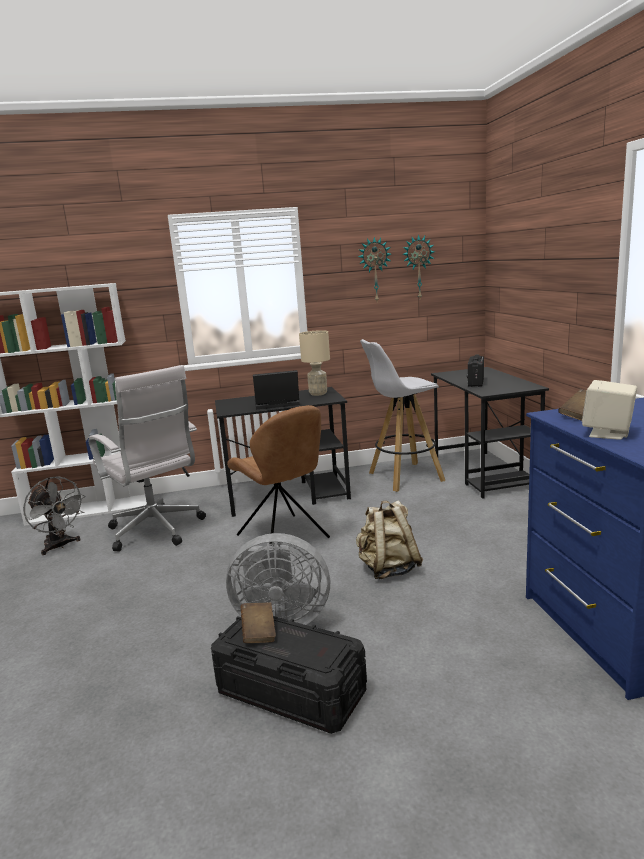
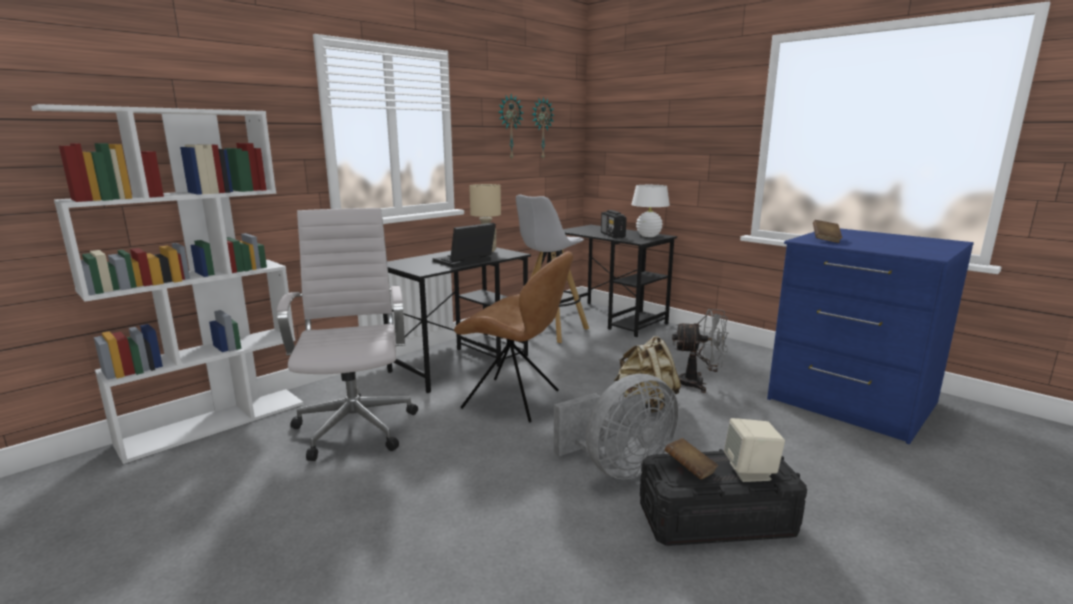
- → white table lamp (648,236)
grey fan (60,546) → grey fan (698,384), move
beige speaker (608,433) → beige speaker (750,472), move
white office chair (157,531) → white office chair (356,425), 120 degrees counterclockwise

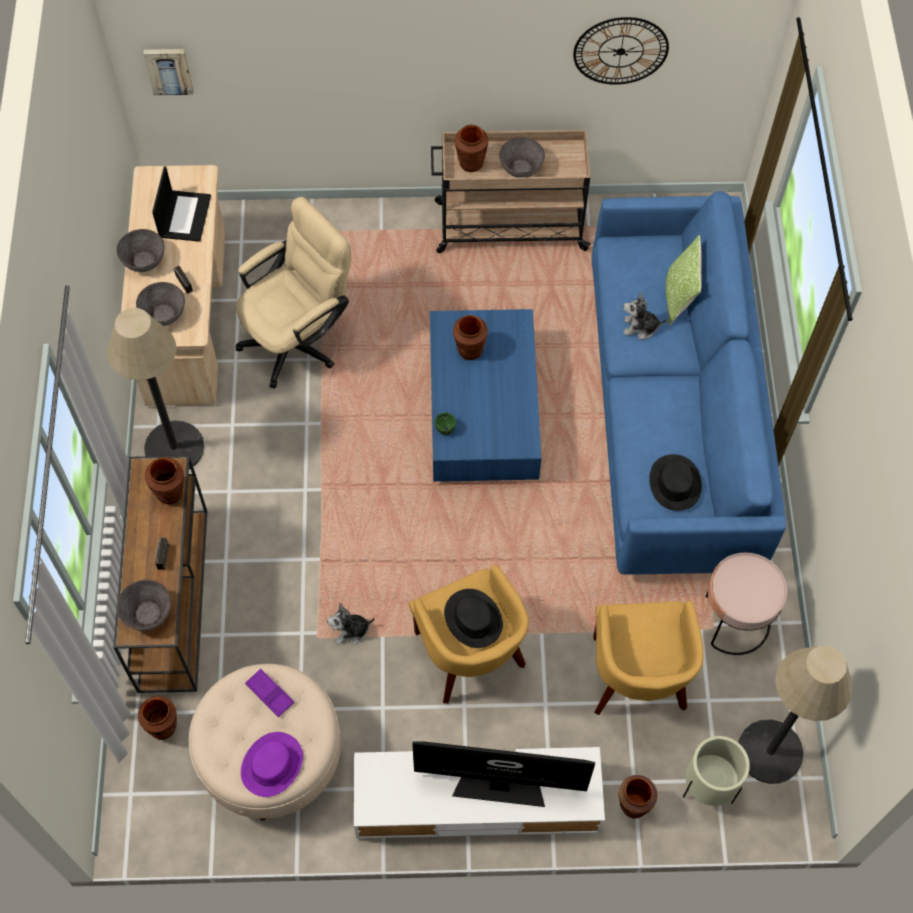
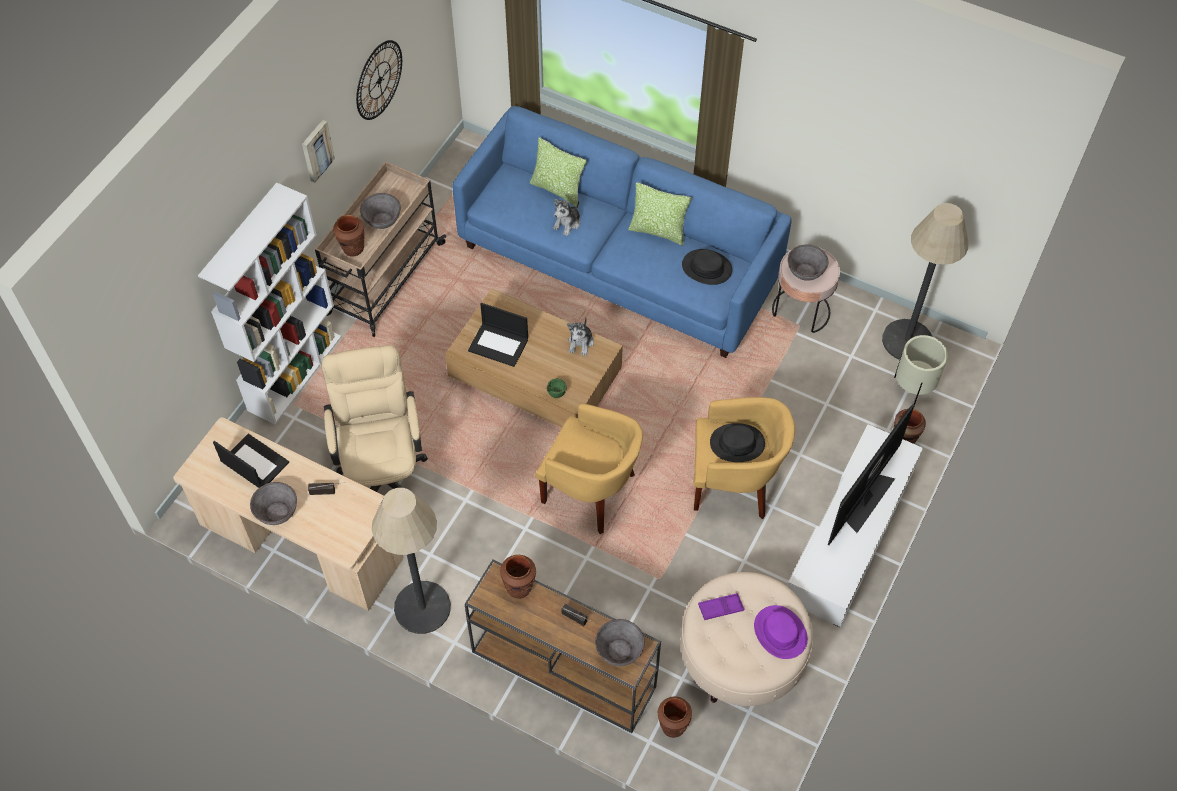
- → white bookcase (295,372)
- → pillow (658,231)
grey bowl (163,314) → grey bowl (805,271), move
picture (169,70) → picture (316,150), move
plush toy (350,631) → plush toy (581,343), move
yellow armchair (636,678) → yellow armchair (591,492), move
brown vase (469,350) → laptop (499,344)
blue coffee table (483,410) → brown coffee table (535,376)

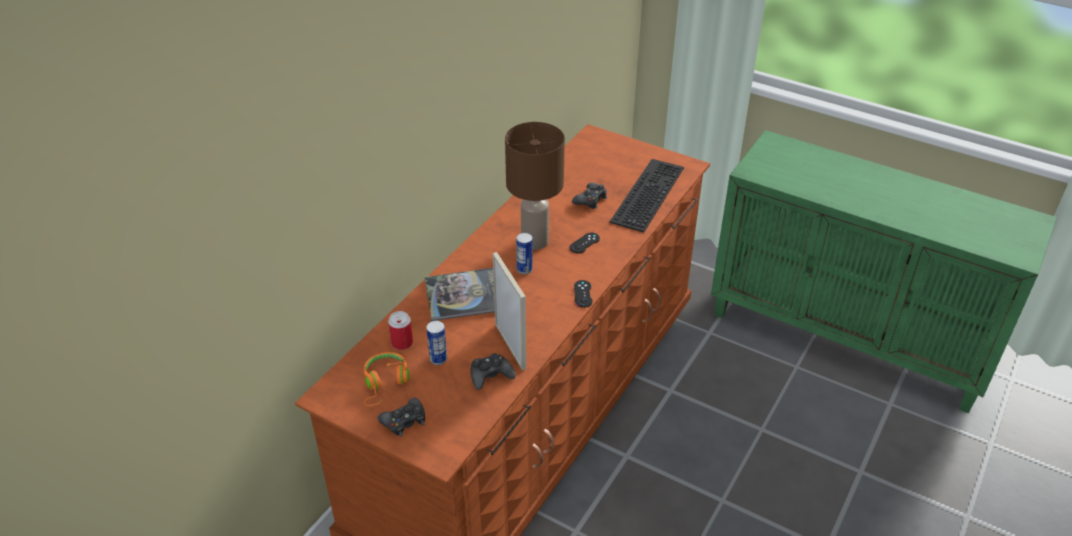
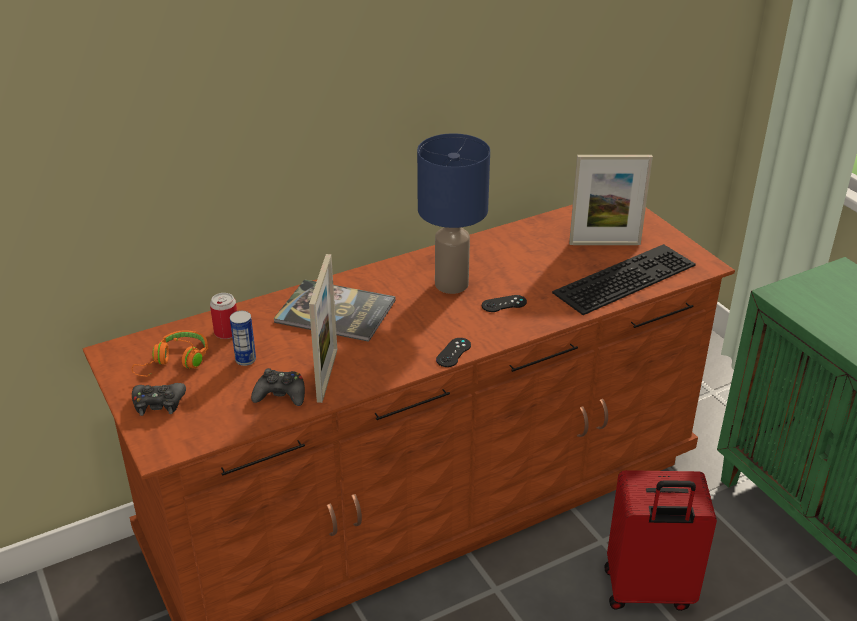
can (524,269) → -
black game controller (590,200) → -
- → picture frame (604,243)
- → red suitcase (648,591)
brown table lamp (535,240) → blue table lamp (452,284)

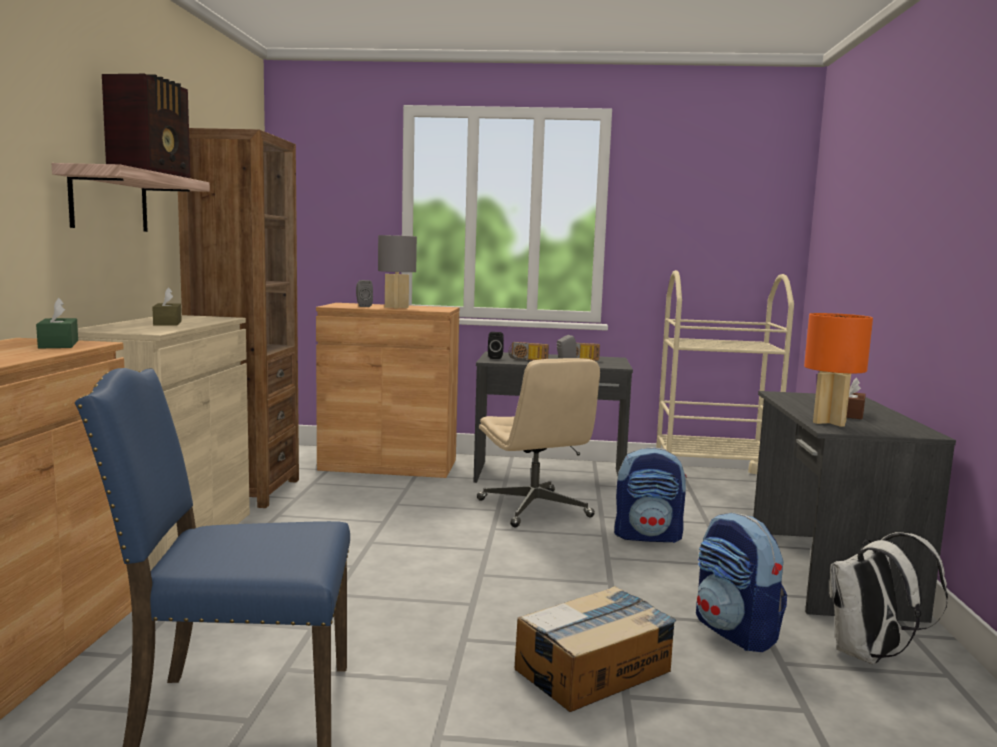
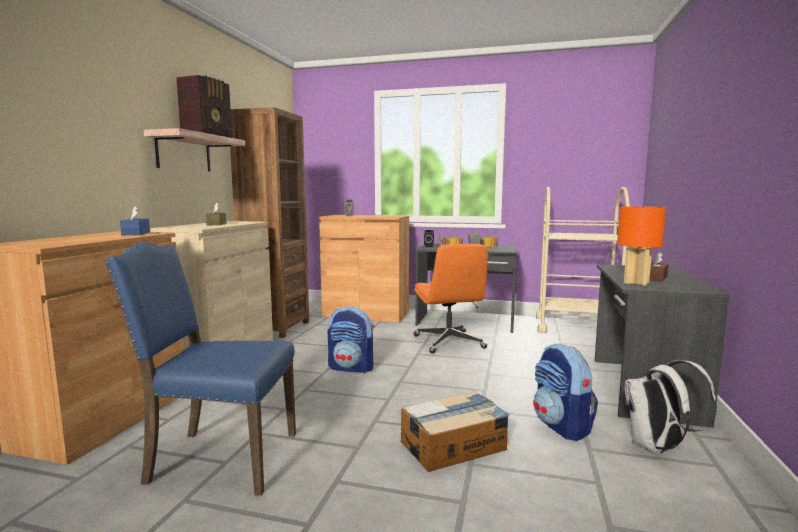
grey table lamp (396,307) → -
backpack (648,536) → backpack (352,368), move
green tissue box (58,344) → blue tissue box (136,233)
beige office chair (535,509) → orange office chair (449,342)

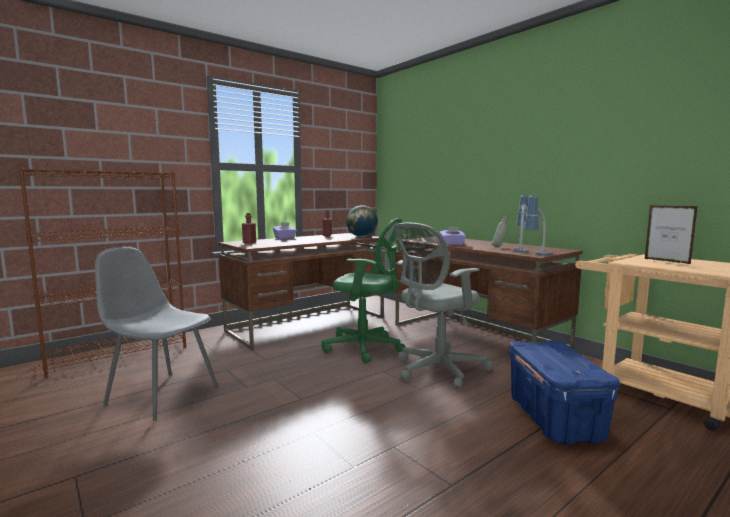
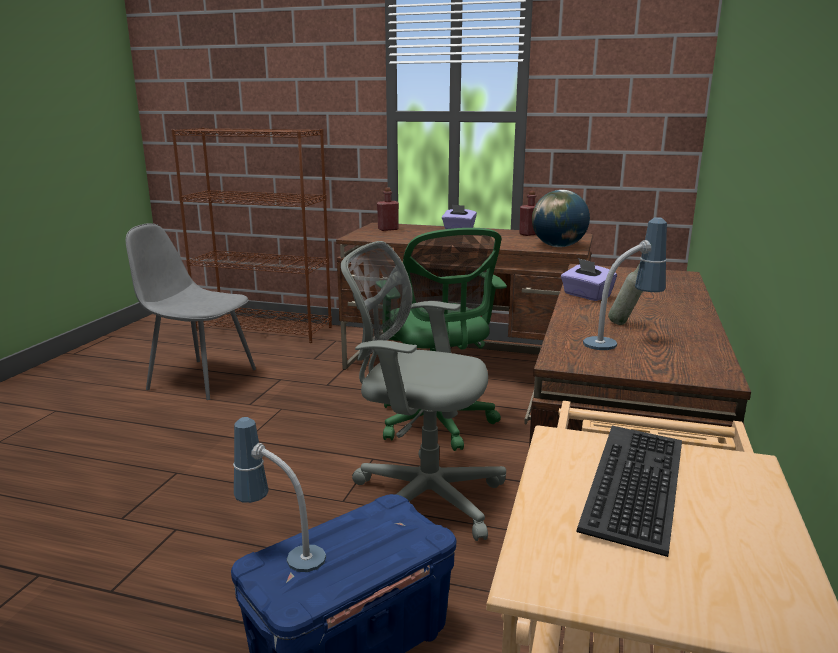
table lamp (536,254) → table lamp (282,554), move
picture frame (666,261) → keyboard (637,484)
grey chair (161,394) → grey chair (200,379), 60 degrees counterclockwise

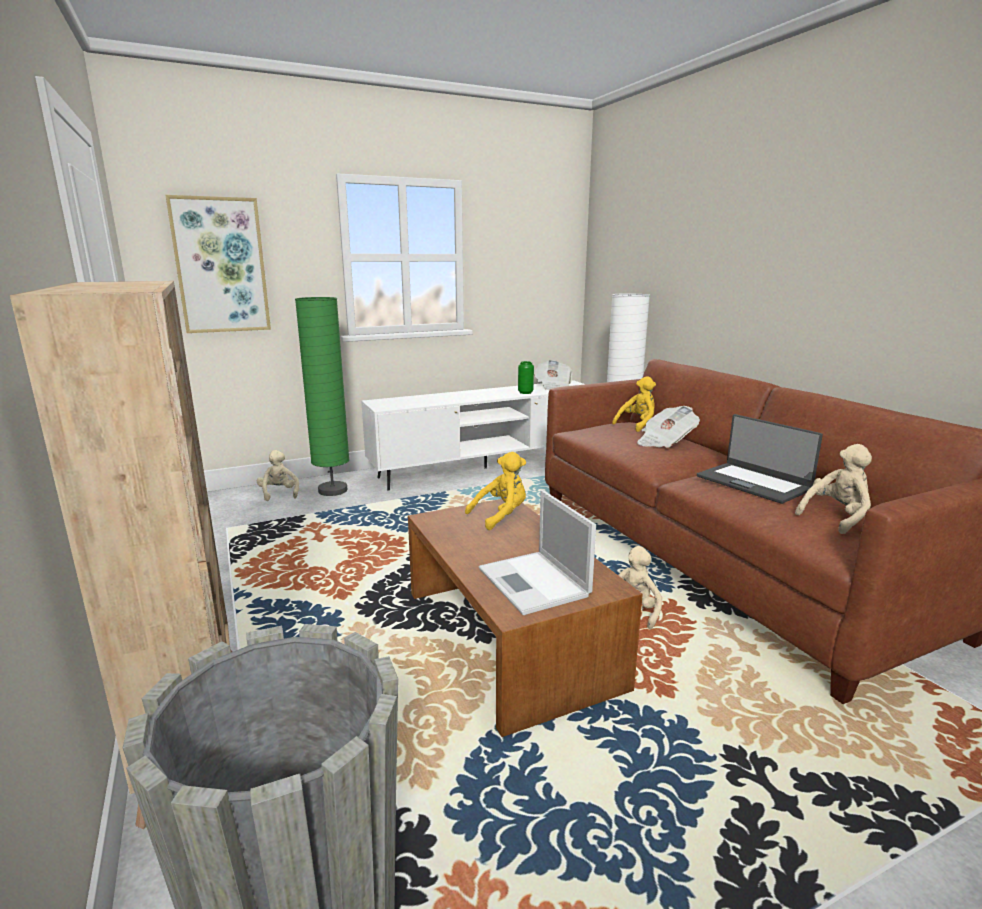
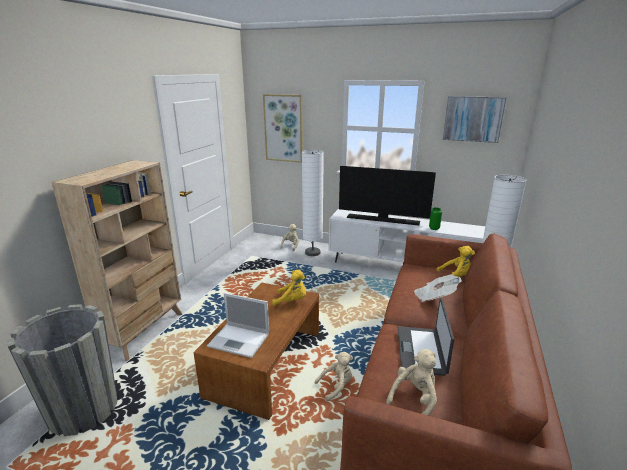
newspaper (553,386) → -
- → television (383,219)
- → picture (473,119)
green floor lamp (332,490) → white floor lamp (312,253)
laptop (535,583) → laptop (240,340), 90 degrees counterclockwise
beige plush toy (836,517) → beige plush toy (414,399), 60 degrees counterclockwise

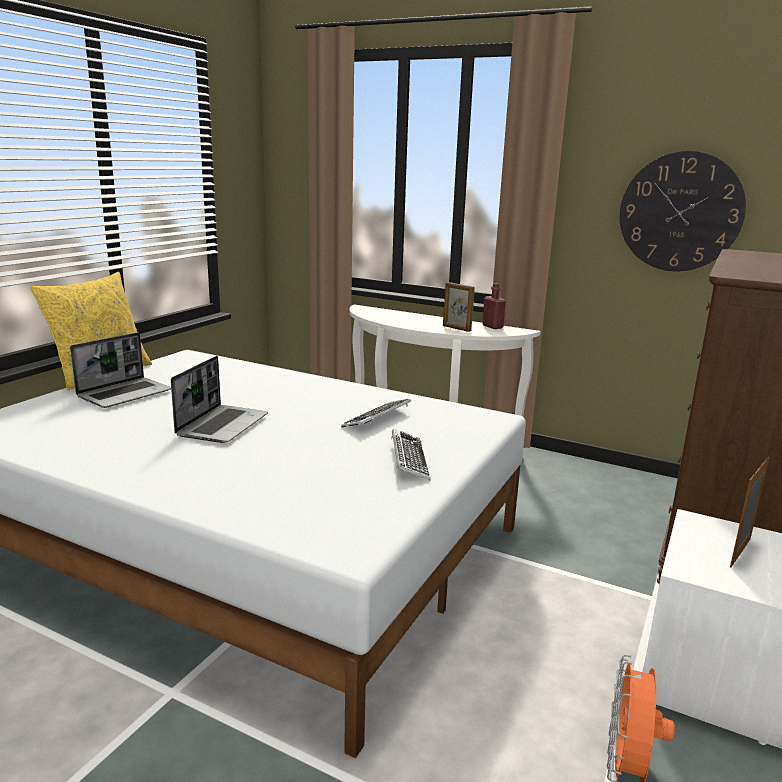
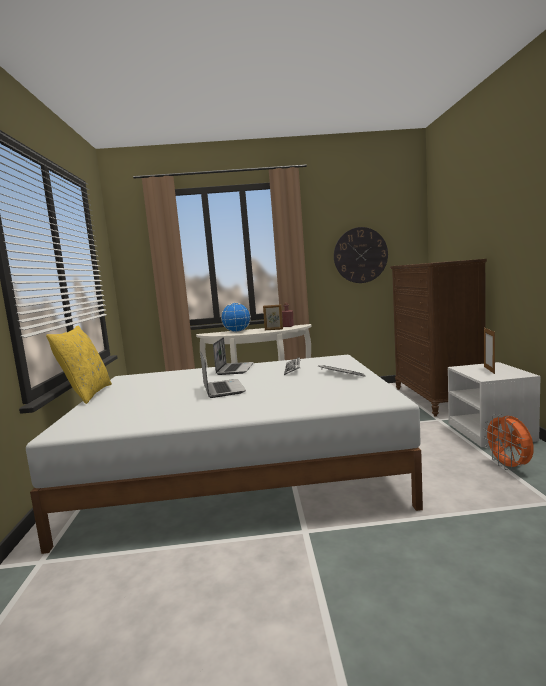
- → globe (237,332)
laptop (125,394) → laptop (234,369), move

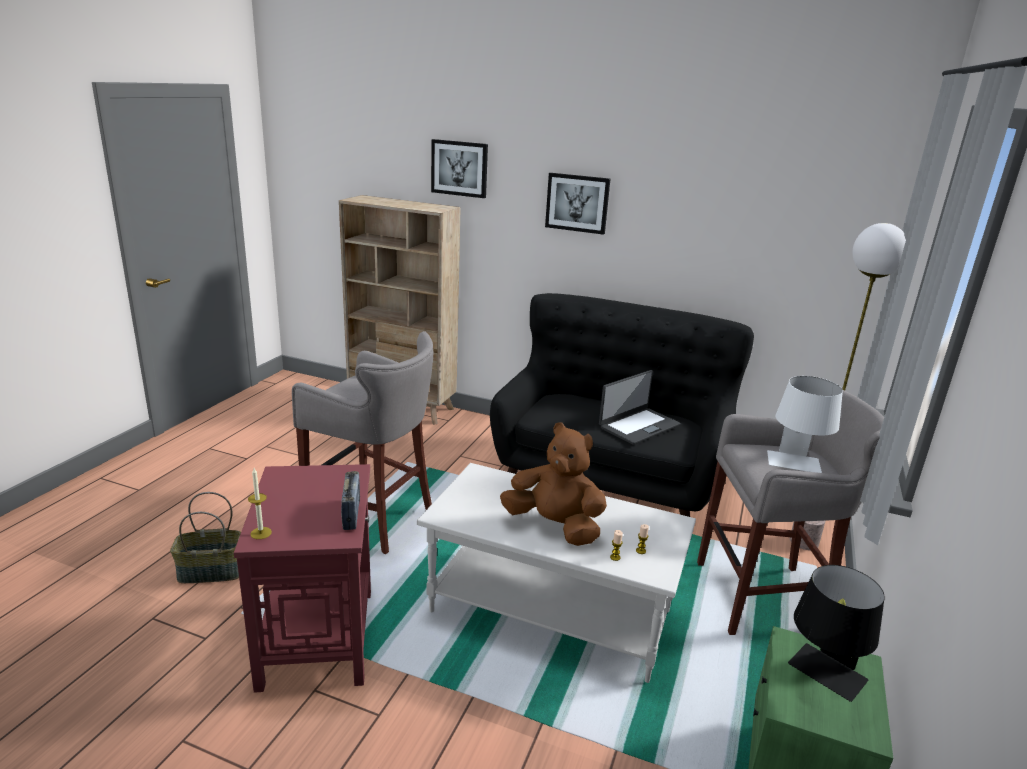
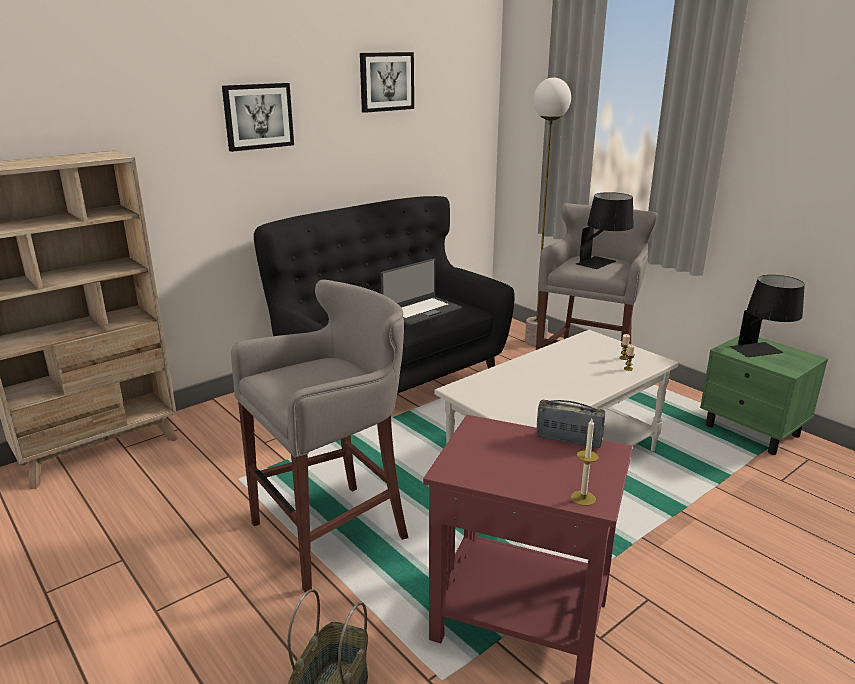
brown plush toy (555,526) → -
picture (459,168) → picture (386,81), move
white table lamp (795,467) → black table lamp (603,264)
laptop (638,426) → laptop (421,311), 60 degrees clockwise

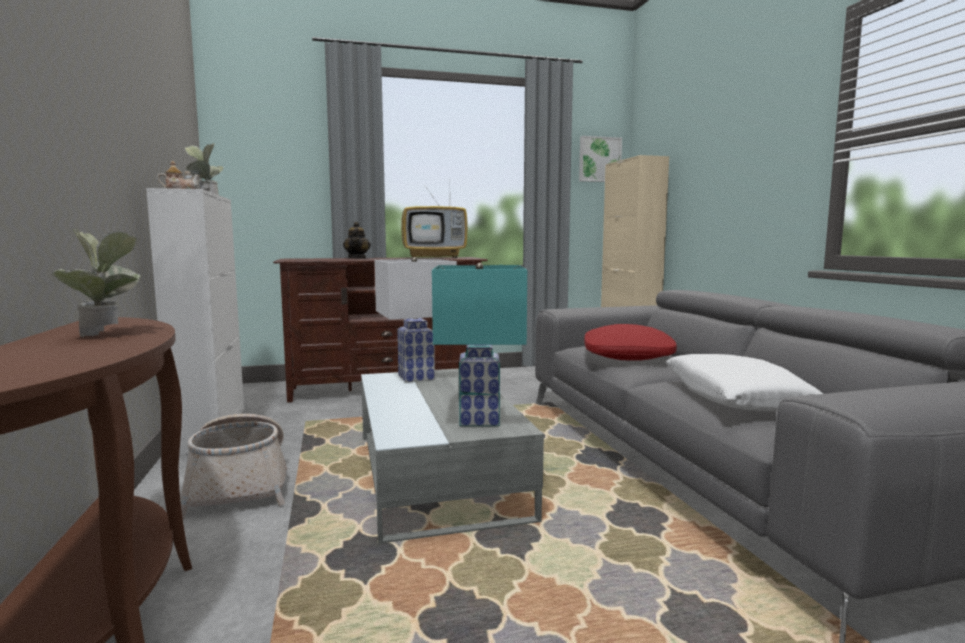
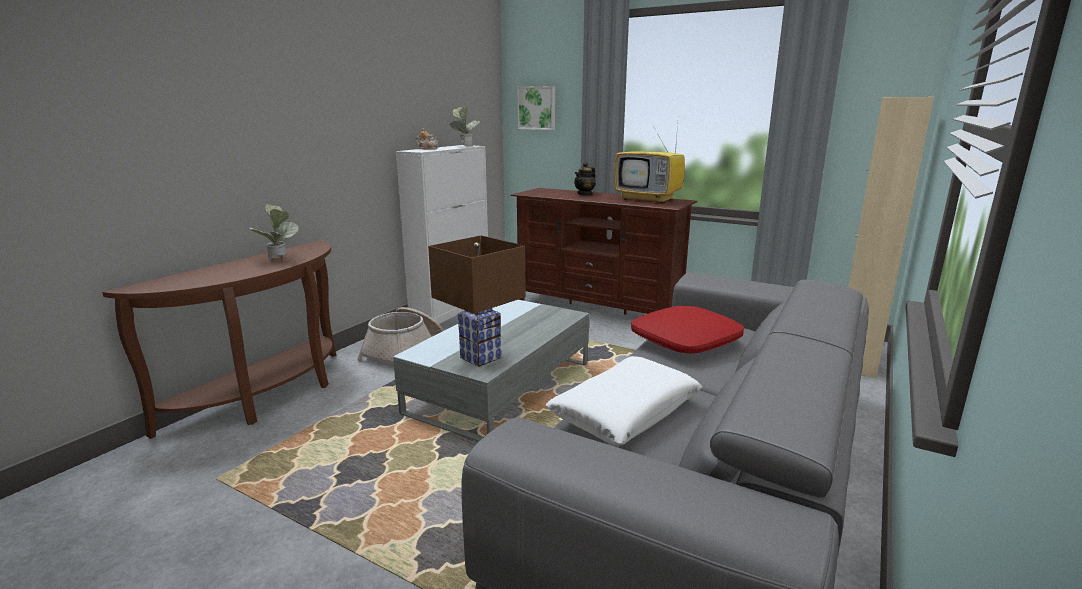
white table lamp (415,377) → -
picture (599,159) → picture (537,108), move
turquoise table lamp (480,420) → brown table lamp (480,358)

